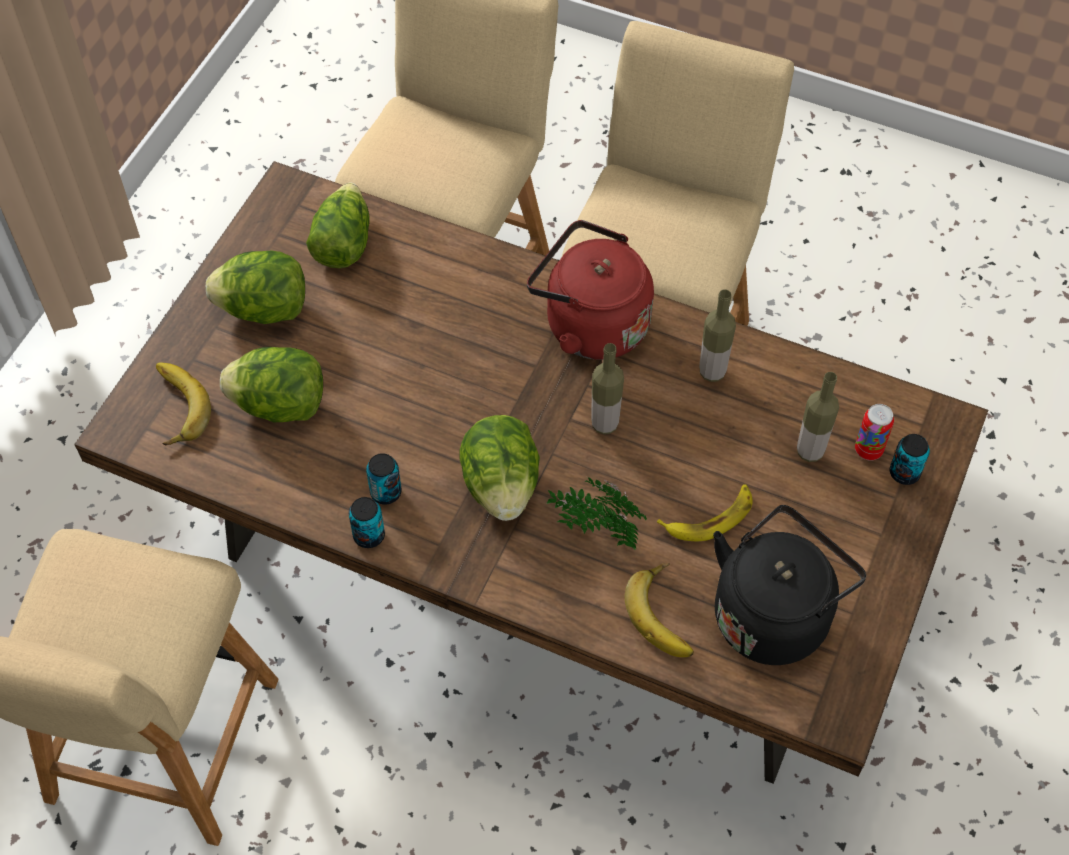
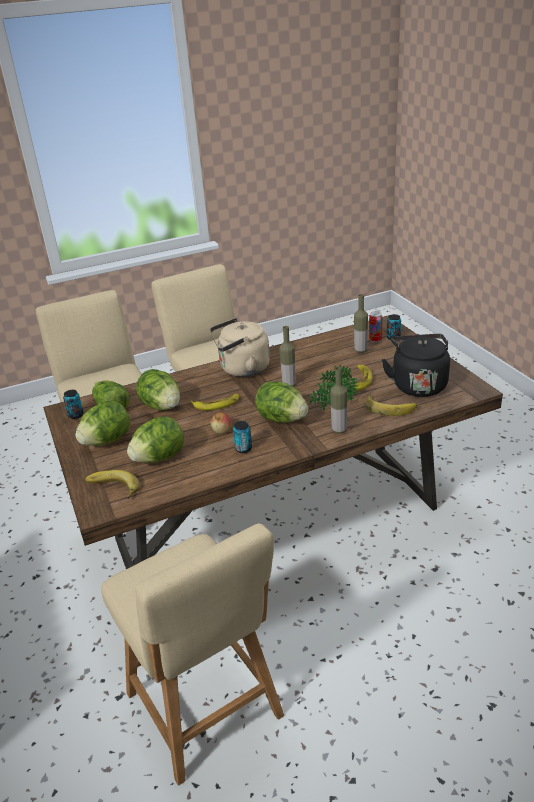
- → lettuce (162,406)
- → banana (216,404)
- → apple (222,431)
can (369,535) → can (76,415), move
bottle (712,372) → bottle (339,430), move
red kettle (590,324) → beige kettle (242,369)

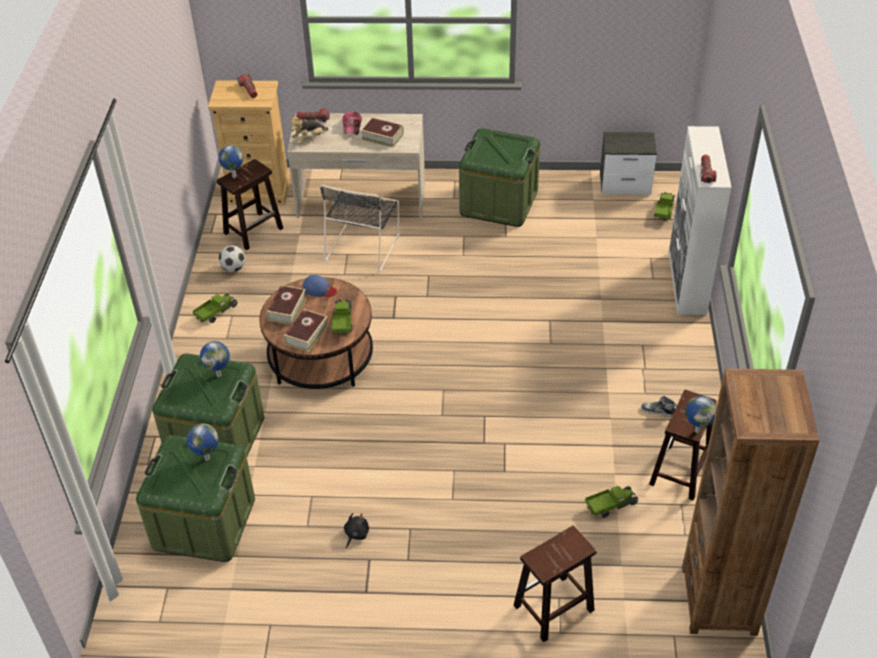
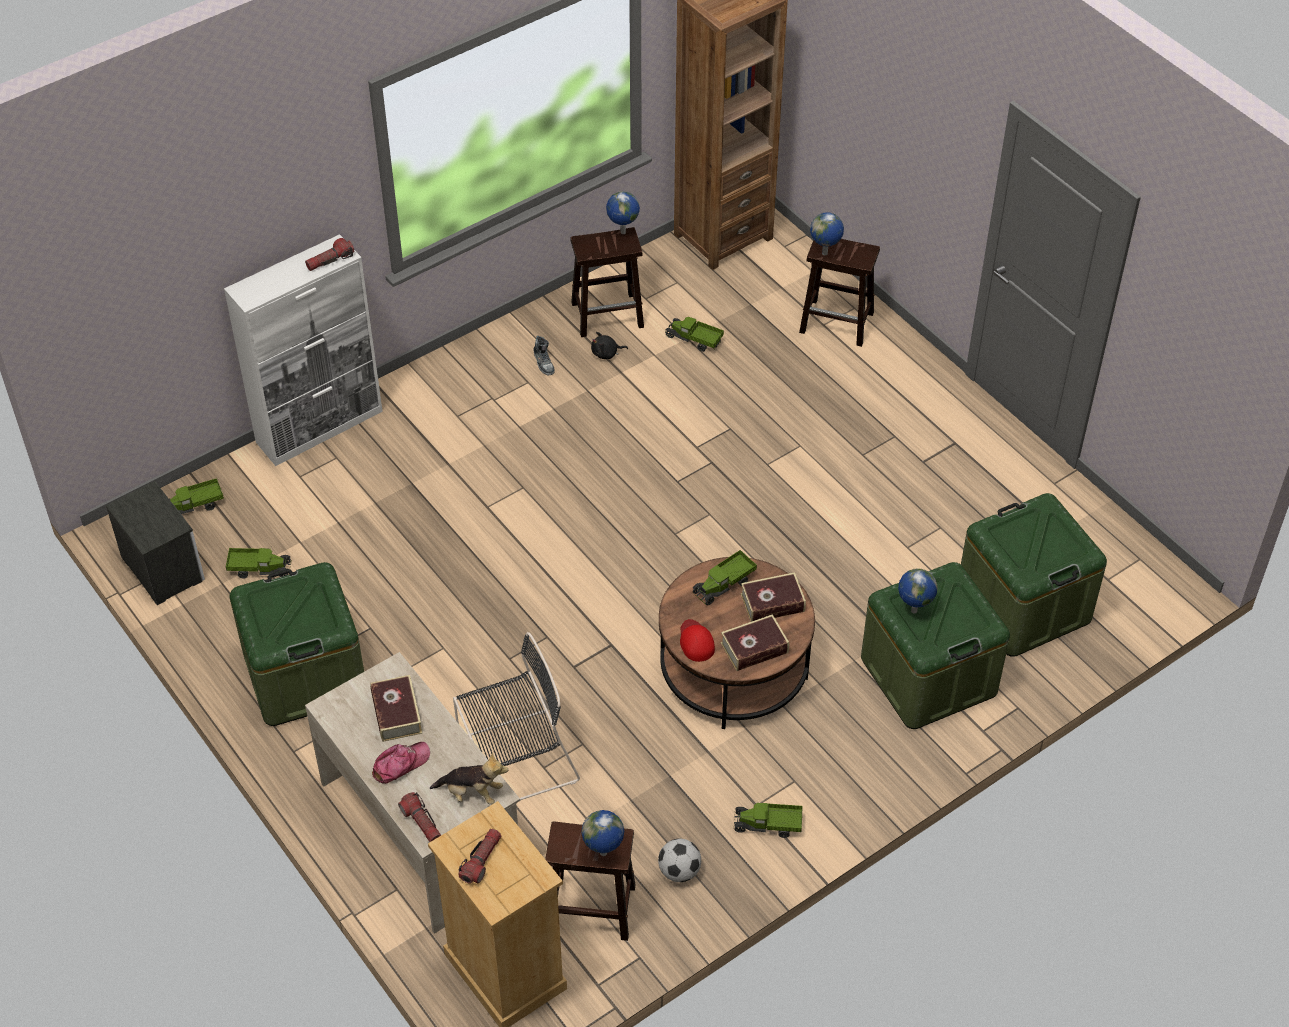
- → toy truck (259,569)
globe (206,458) → globe (825,253), move
black plush toy (356,534) → black plush toy (606,353), move
blue cap (319,289) → red cap (696,641)

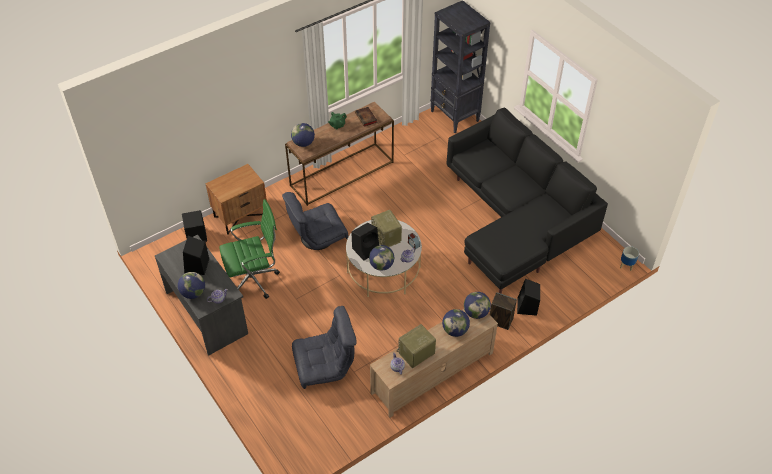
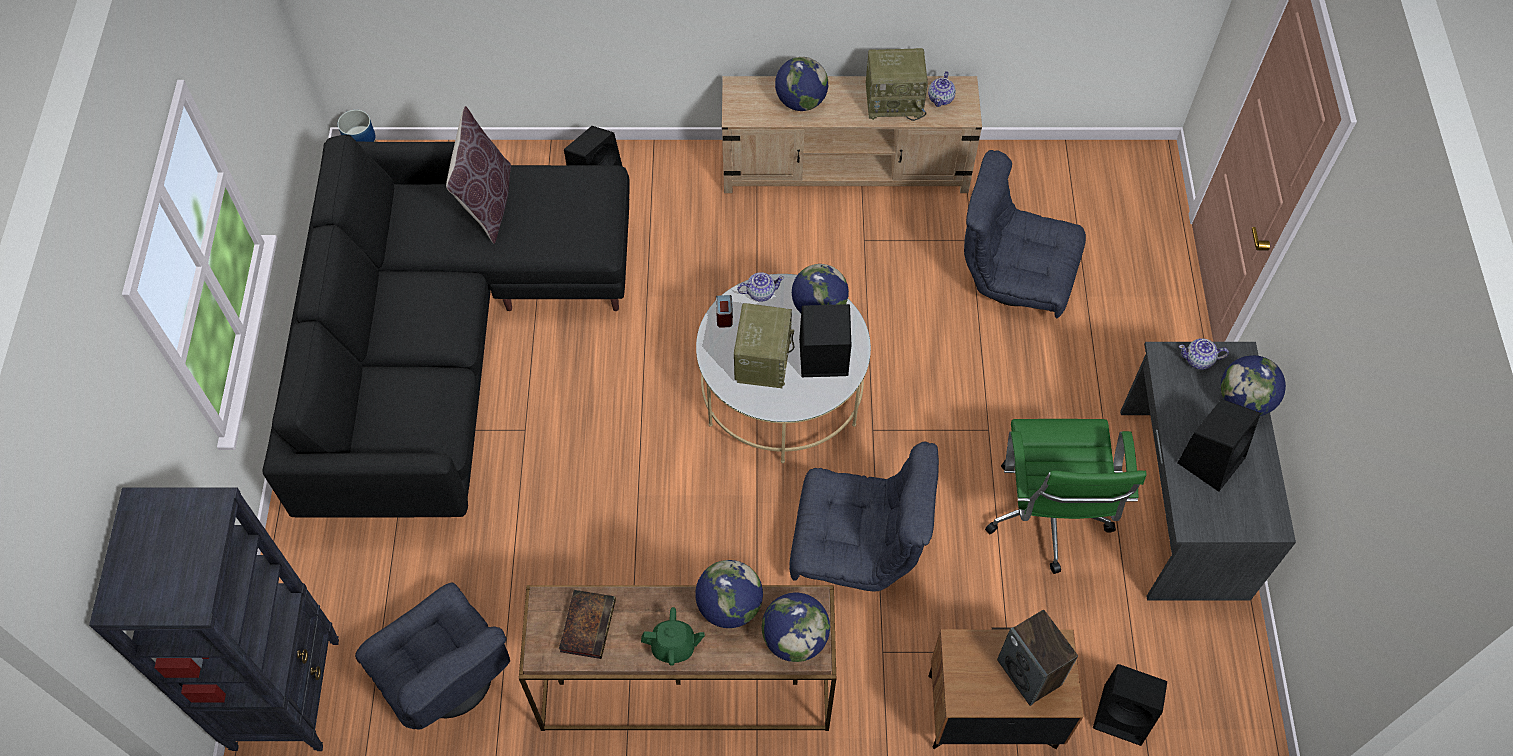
- → grey armchair (446,678)
- → brown pillow (487,202)
globe (476,313) → globe (729,606), move
speaker (500,321) → speaker (1030,673), move
green office chair (255,280) → green office chair (1047,519), 105 degrees counterclockwise

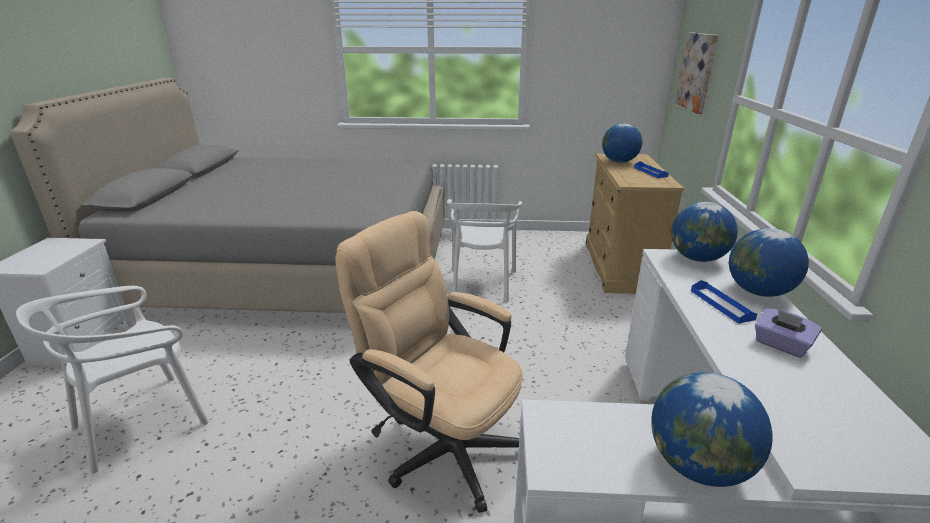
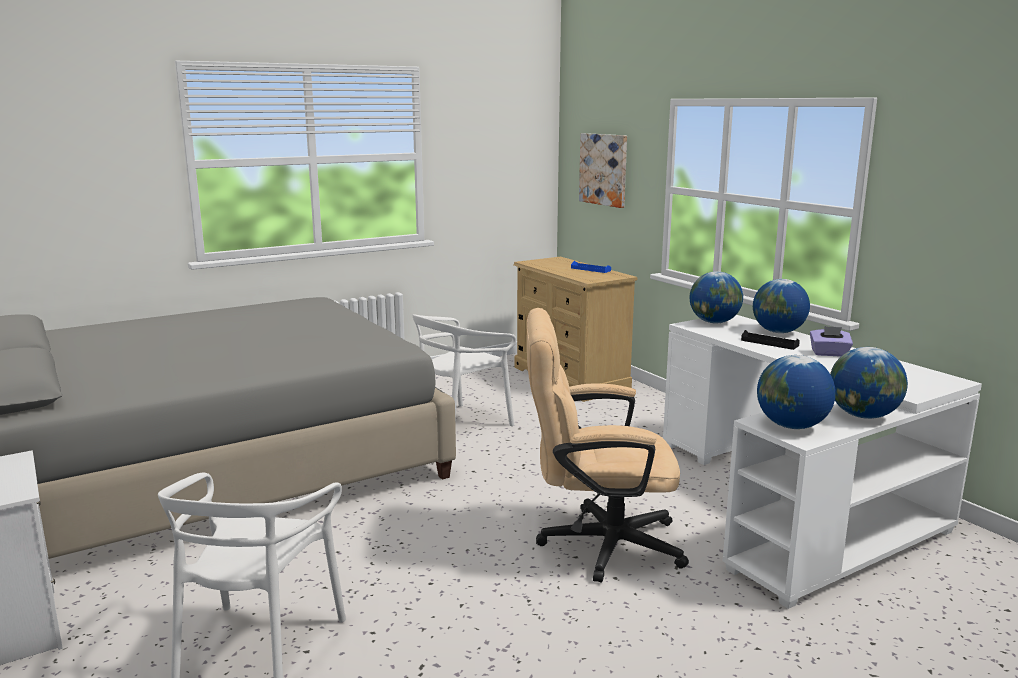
globe (619,162) → globe (791,426), move
blue tray (721,304) → black tray (769,343)
white chair (482,284) → white chair (460,424), 75 degrees clockwise

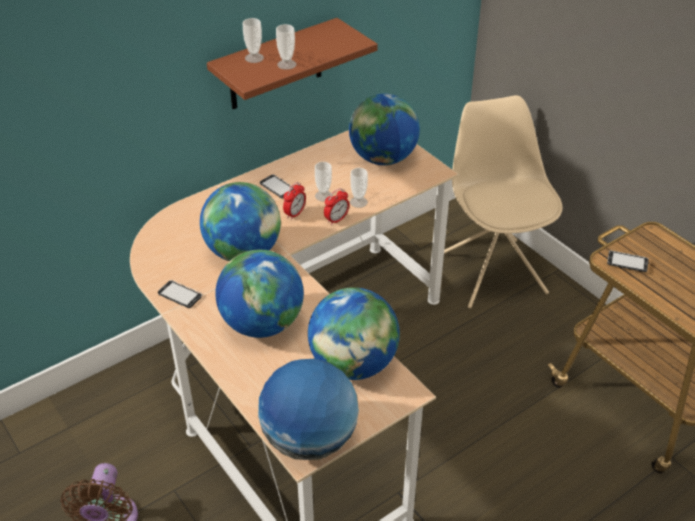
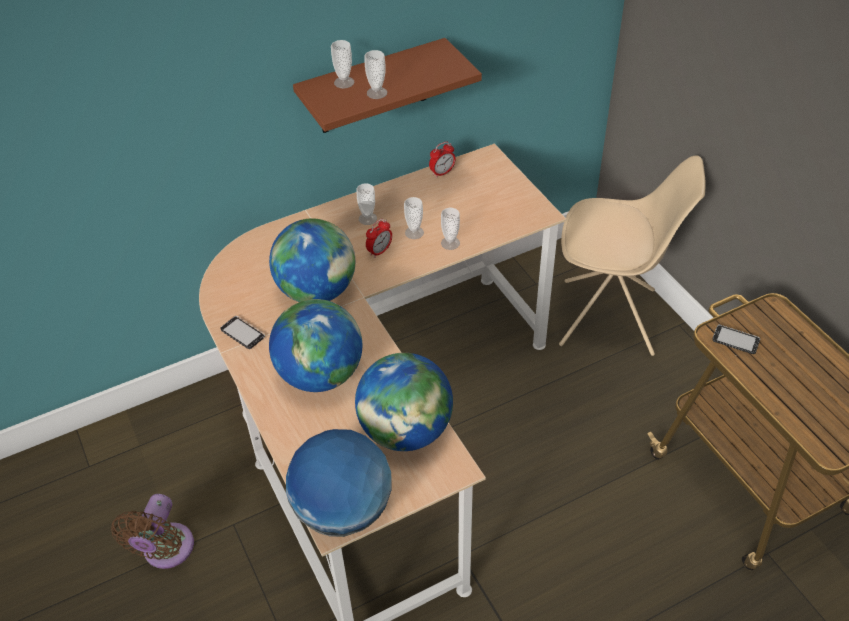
globe (383,158) → -
alarm clock (336,219) → alarm clock (442,173), move
phone (277,187) → cup (367,218)
beige chair (492,271) → beige chair (610,318), 105 degrees clockwise

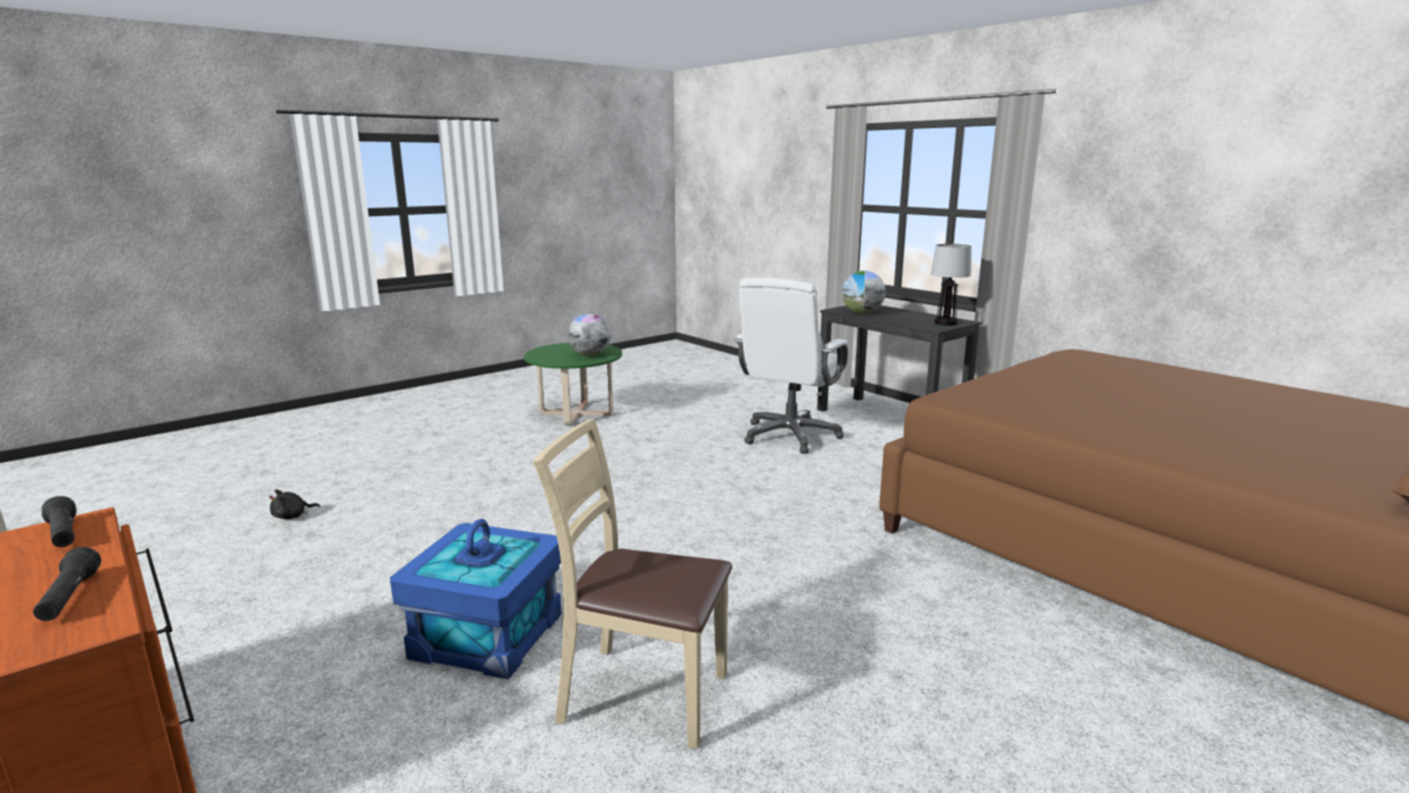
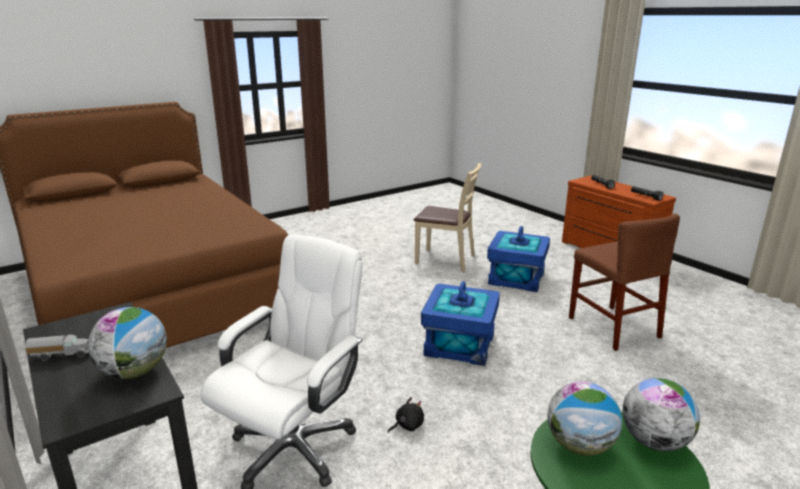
table lamp (945,323) → -
- → toy truck (62,355)
- → blue storage box (460,344)
- → brown chair (613,327)
- → globe (654,441)
black plush toy (292,516) → black plush toy (407,425), move

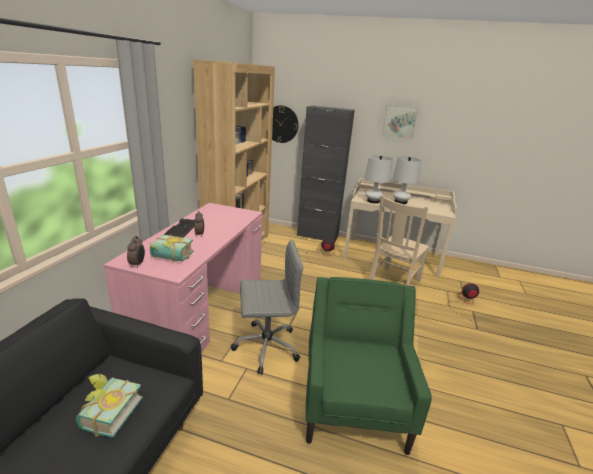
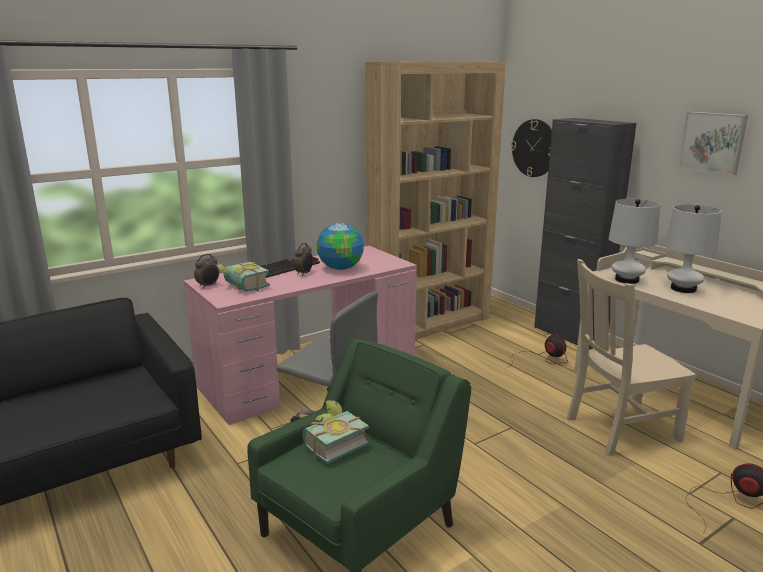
- → globe (340,268)
book (107,413) → book (332,445), move

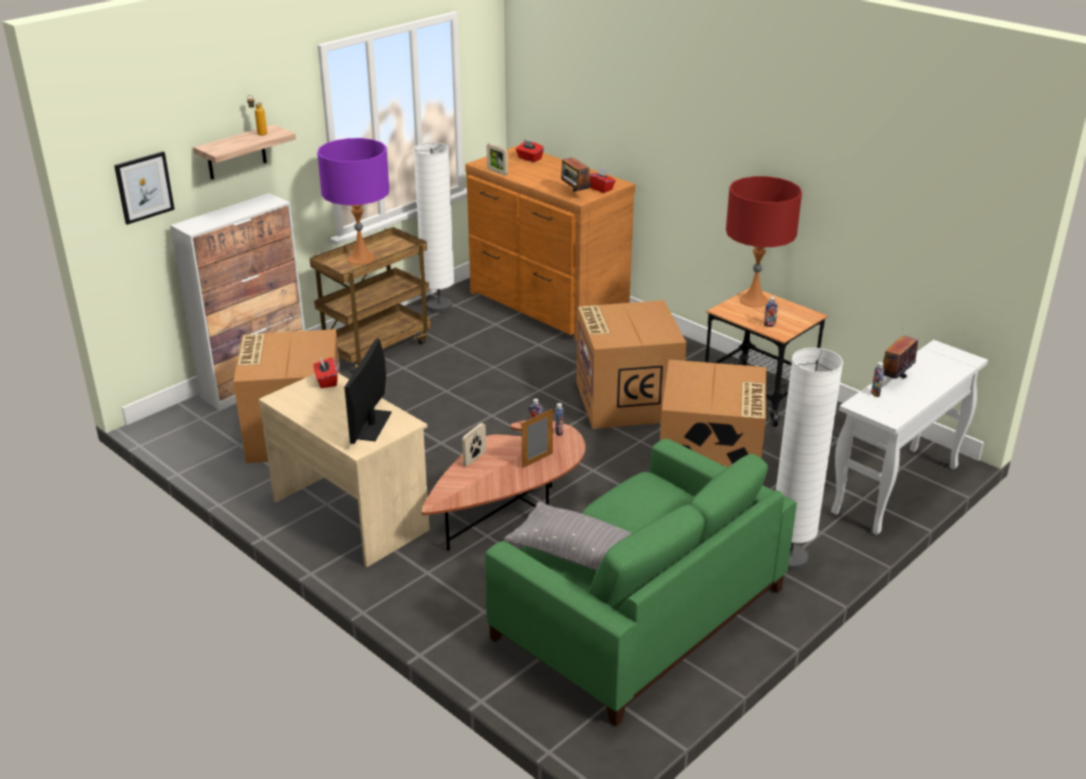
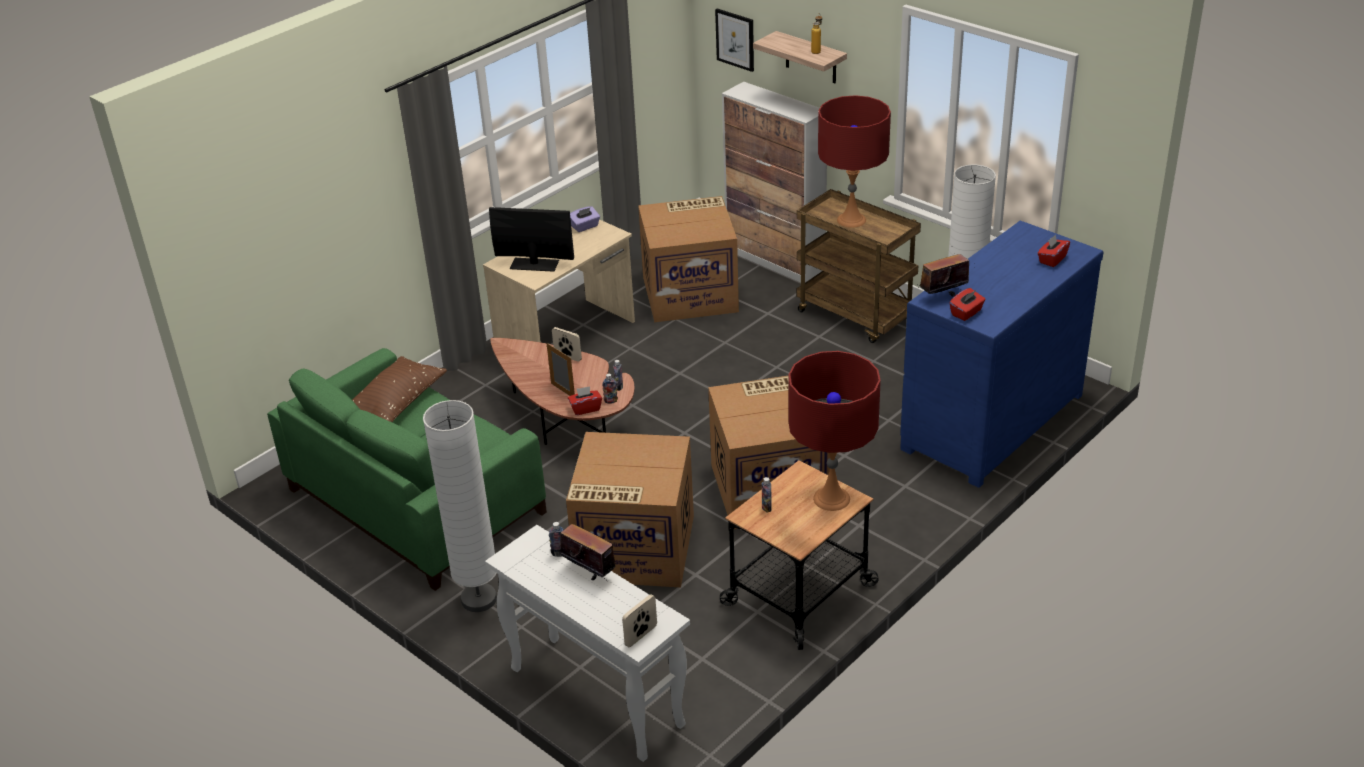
- → purple tissue box (585,226)
red tissue box (326,381) → red tissue box (585,408), move
picture frame (497,172) → picture frame (641,635), move
purple table lamp (361,258) → red table lamp (851,220)
brown dresser (546,305) → blue dresser (988,421)
grey pillow (576,554) → brown pillow (396,404)

